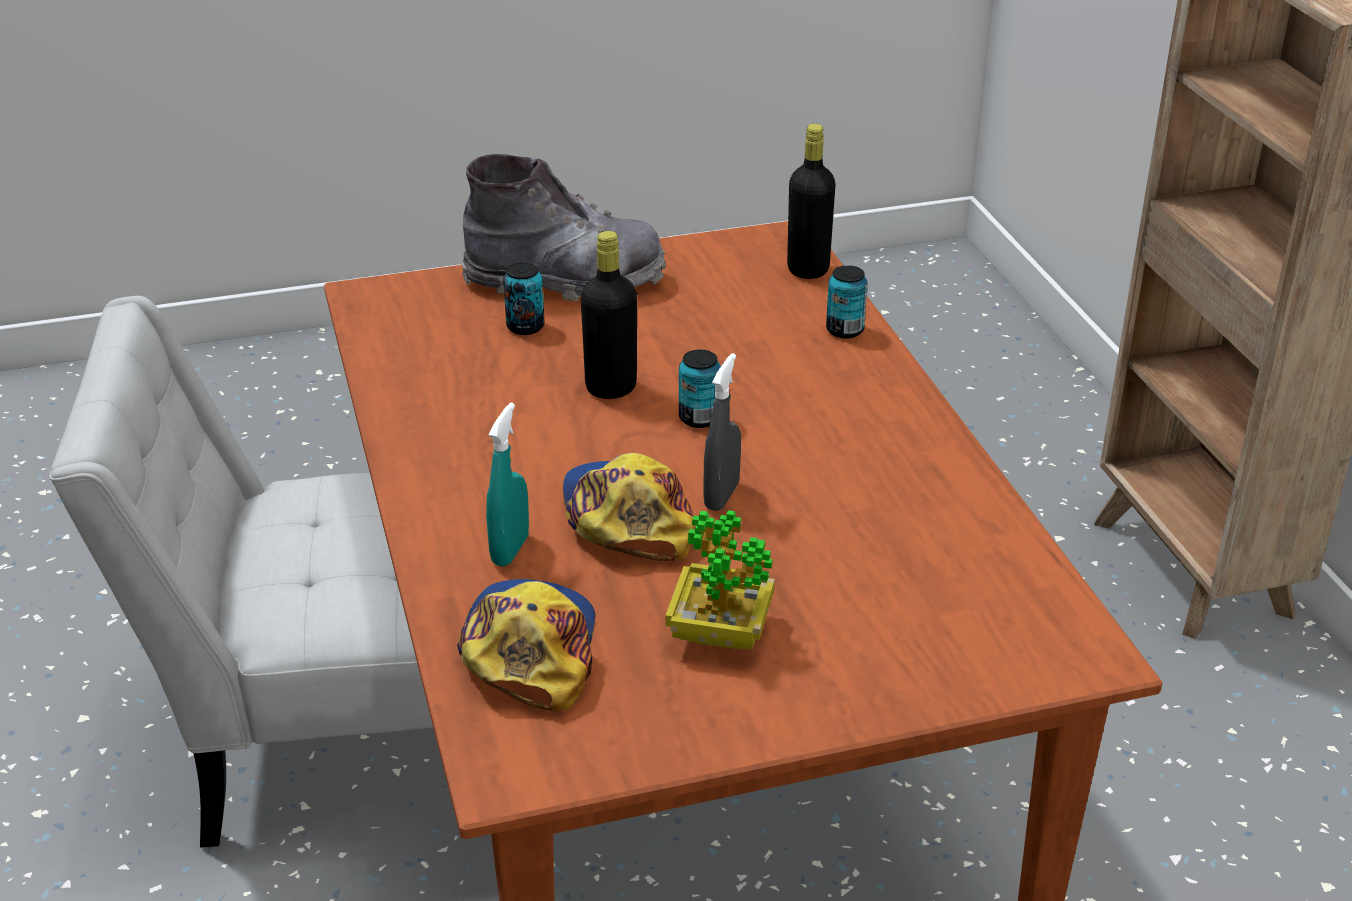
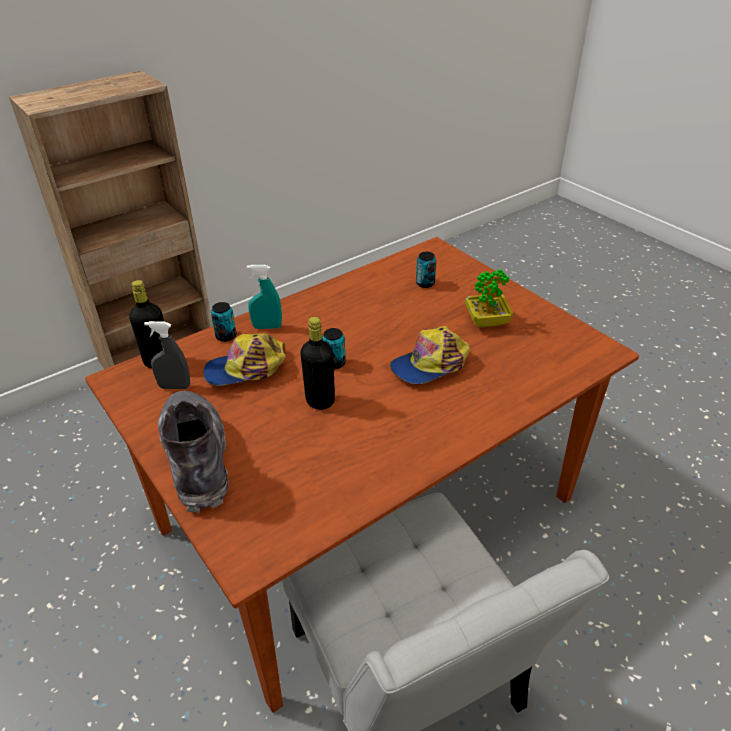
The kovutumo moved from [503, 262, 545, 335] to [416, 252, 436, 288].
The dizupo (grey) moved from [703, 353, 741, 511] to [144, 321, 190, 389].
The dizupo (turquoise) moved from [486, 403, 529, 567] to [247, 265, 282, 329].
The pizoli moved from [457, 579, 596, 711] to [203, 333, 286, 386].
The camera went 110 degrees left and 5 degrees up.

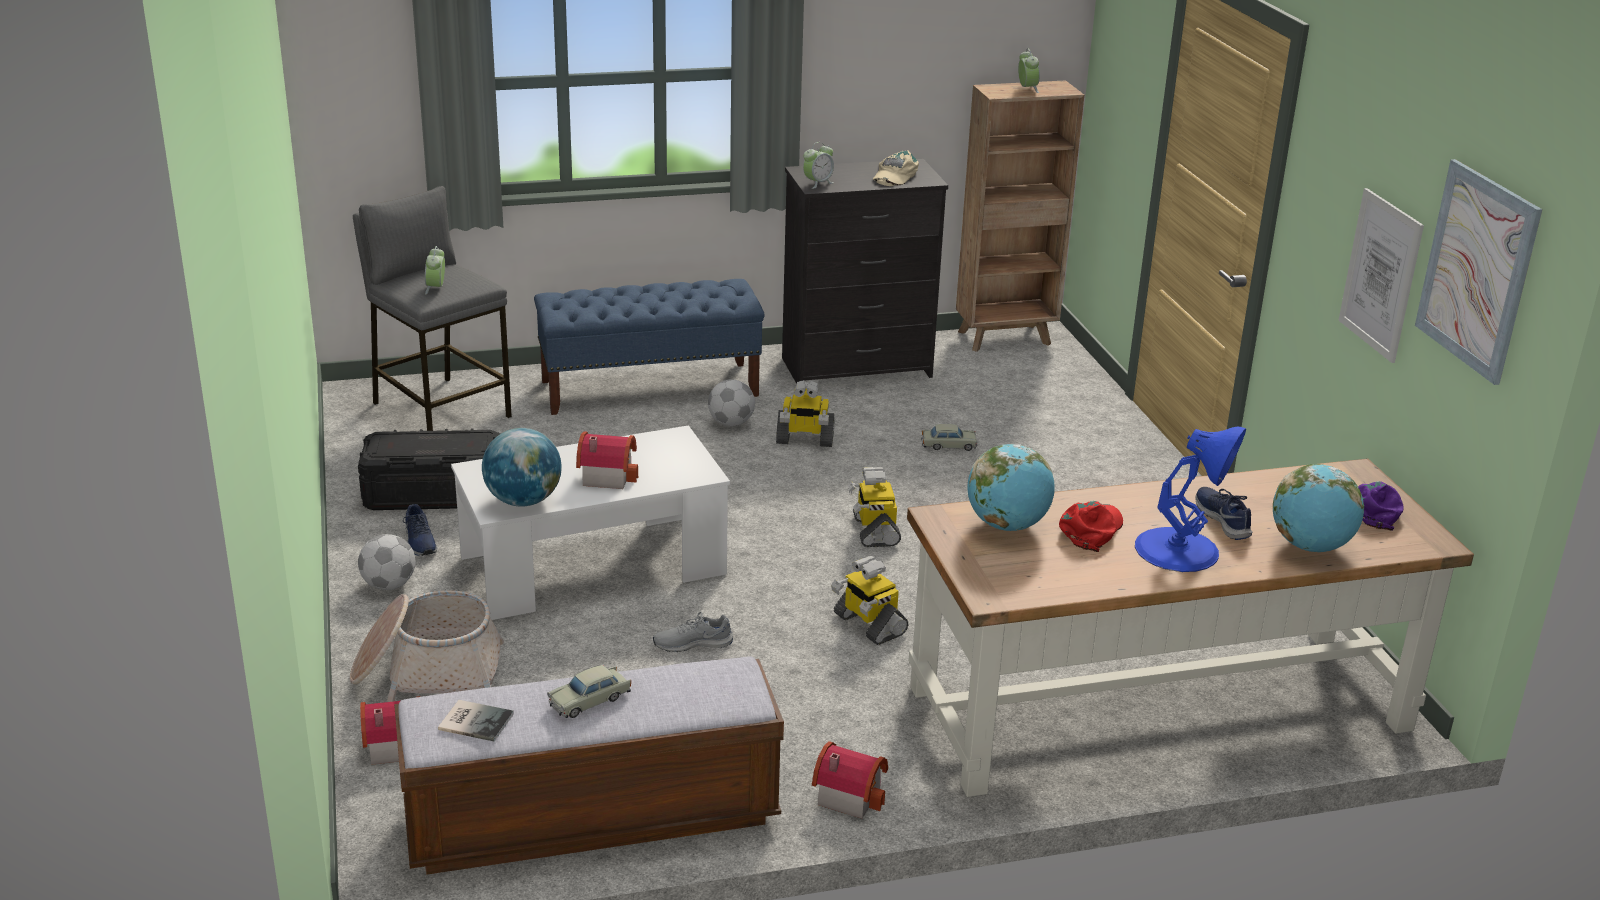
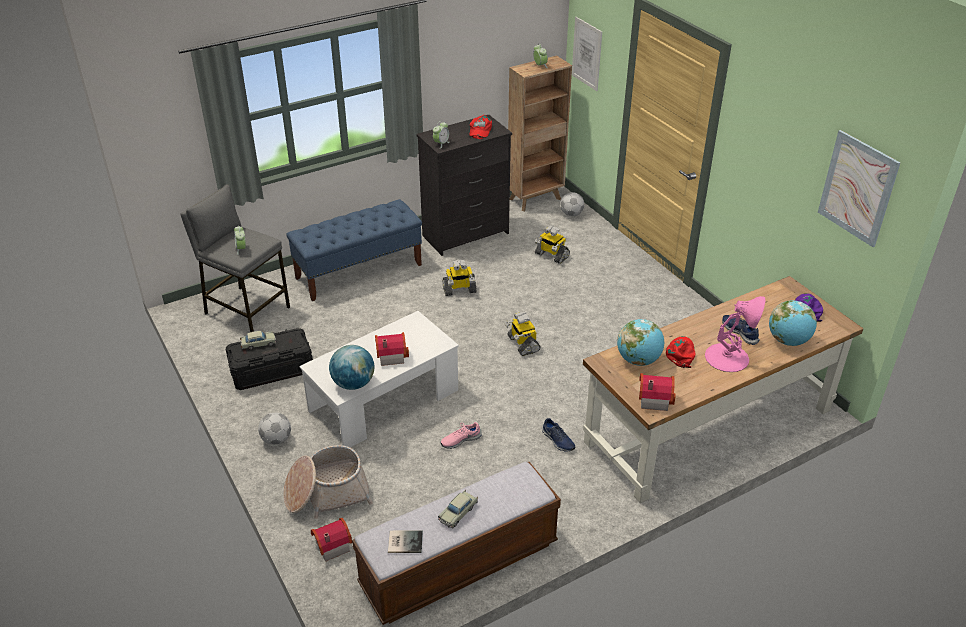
The pizoli (beige) at [872, 150, 919, 186] became the pizoli (red) at [469, 115, 492, 139].
The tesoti moved from [1338, 188, 1424, 363] to [572, 17, 602, 91].
The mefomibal moved from [708, 379, 755, 426] to [560, 192, 584, 216].
The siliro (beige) moved from [921, 424, 977, 451] to [240, 331, 276, 350].
The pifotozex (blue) at [1135, 427, 1246, 572] became the pifotozex (pink) at [705, 296, 765, 372].
The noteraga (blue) moved from [403, 504, 437, 556] to [542, 418, 576, 452].
The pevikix moved from [831, 556, 909, 645] to [535, 225, 570, 264].
The noteraga (grey) at [653, 612, 733, 652] became the noteraga (pink) at [441, 422, 482, 449].
The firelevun moved from [812, 741, 888, 818] to [639, 373, 675, 411].
The camera went 15 degrees left and 10 degrees up.

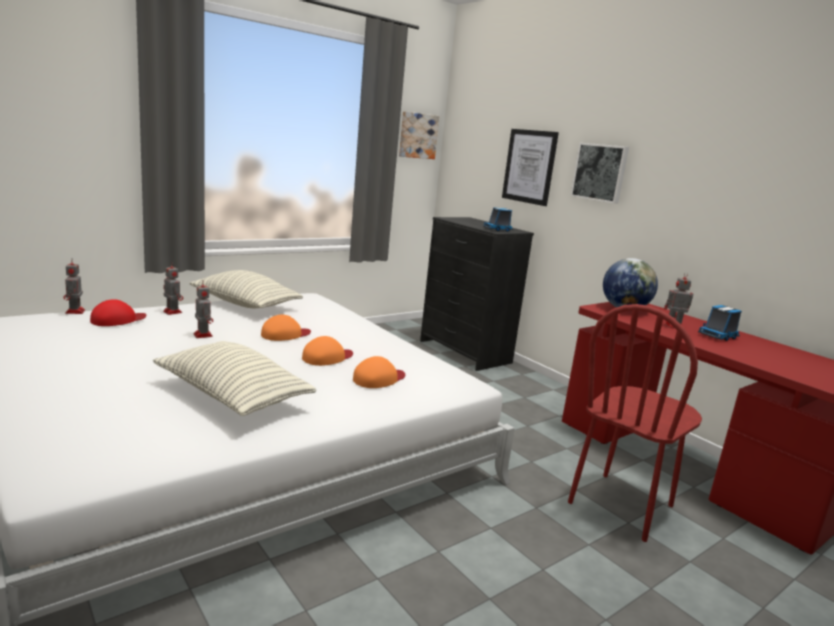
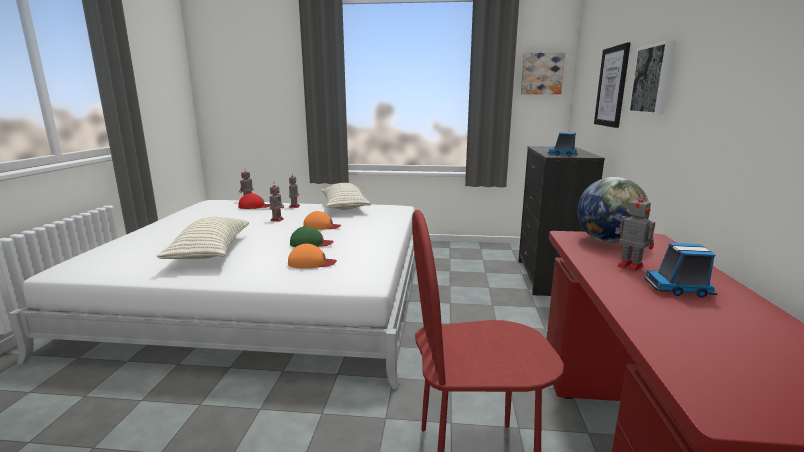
The pizoli (orange) at [302, 336, 353, 366] became the pizoli (green) at [290, 226, 334, 247].
The camera went 45 degrees right and 0 degrees up.

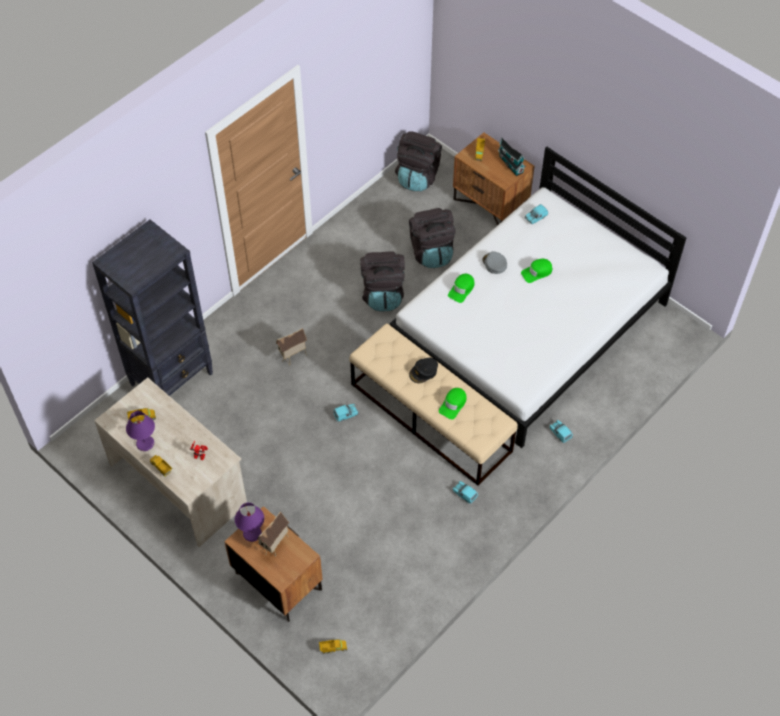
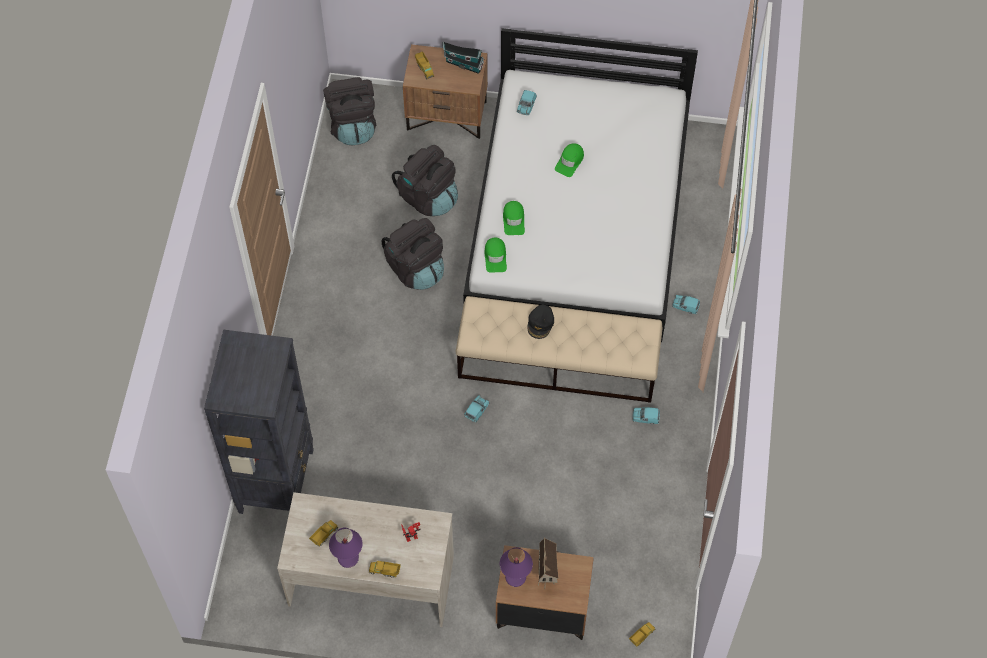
The pizoli (grey) at [482, 251, 507, 274] disappeared.
The firelevun at [276, 328, 307, 365] disappeared.
The pizoli (green) moved from [439, 388, 467, 420] to [485, 237, 507, 273].
The camera went 35 degrees left and 5 degrees up.

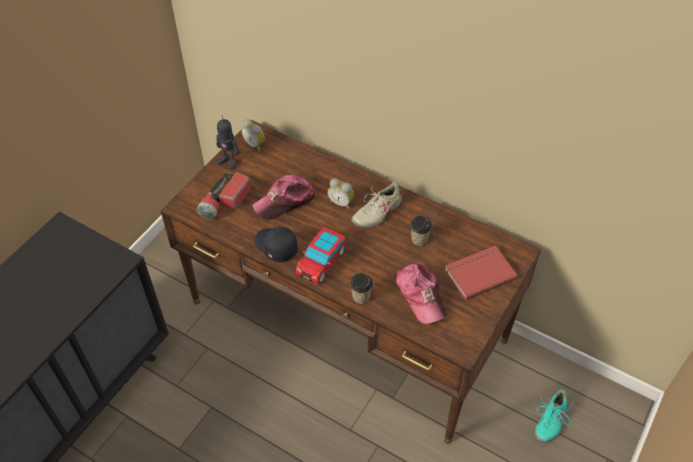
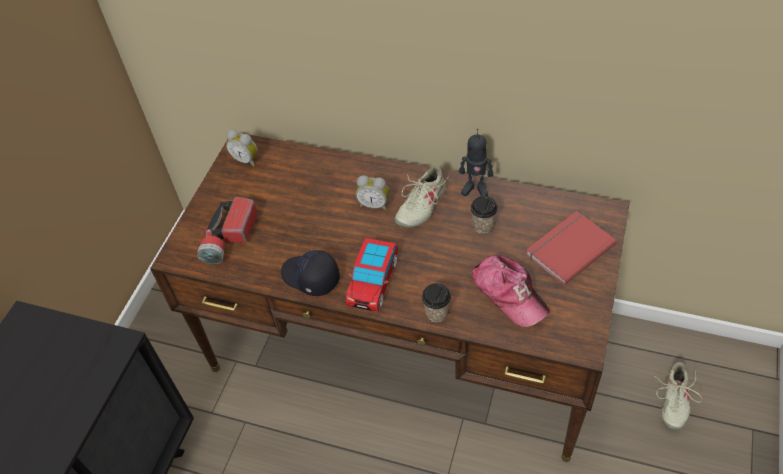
The pevikix moved from [216, 115, 240, 169] to [459, 129, 493, 196].
The pizoli at [252, 175, 316, 220] disappeared.
The noteraga (turquoise) at [535, 389, 574, 443] became the noteraga (beige) at [654, 362, 702, 431].
The camera went 10 degrees left and 0 degrees up.

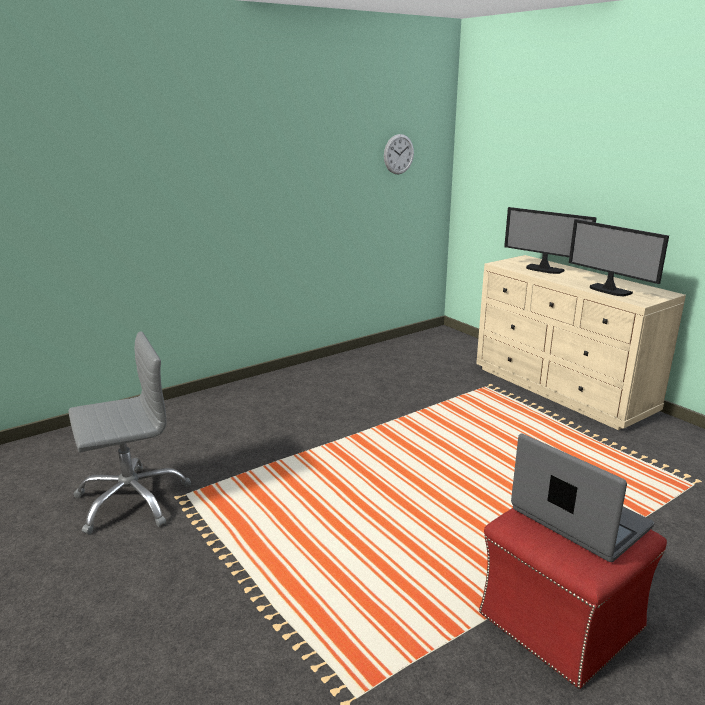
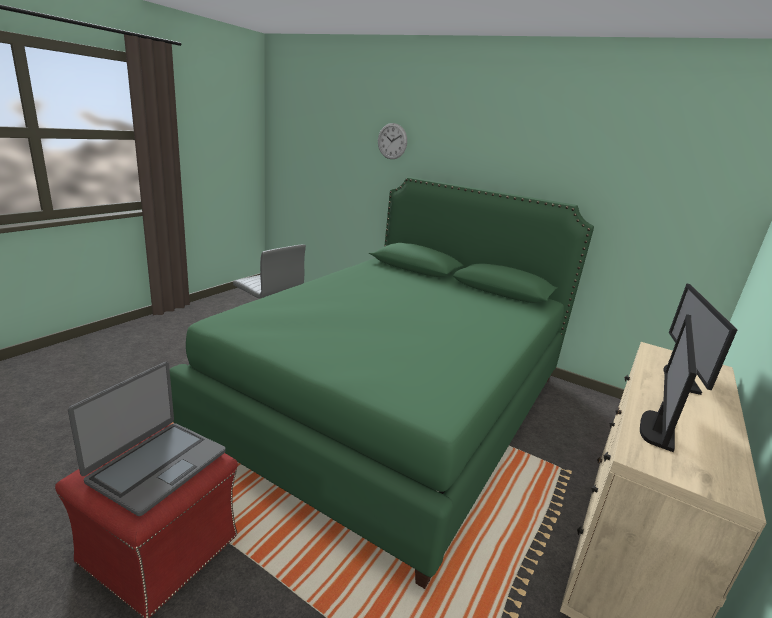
The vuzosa moved from [384, 134, 414, 174] to [378, 123, 407, 159].
The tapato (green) at [169, 177, 594, 589] appeared.
The camera went 65 degrees right and 0 degrees up.

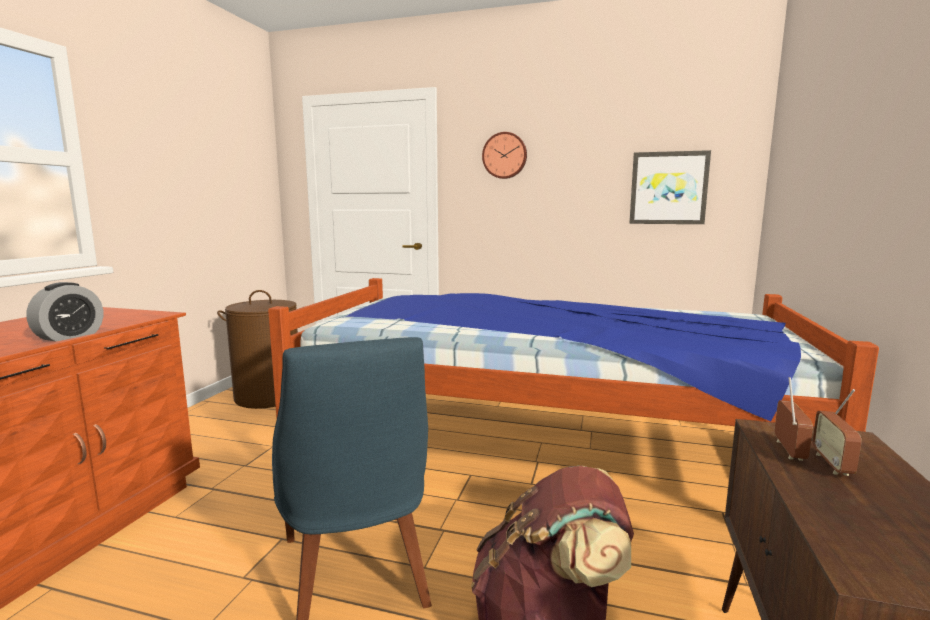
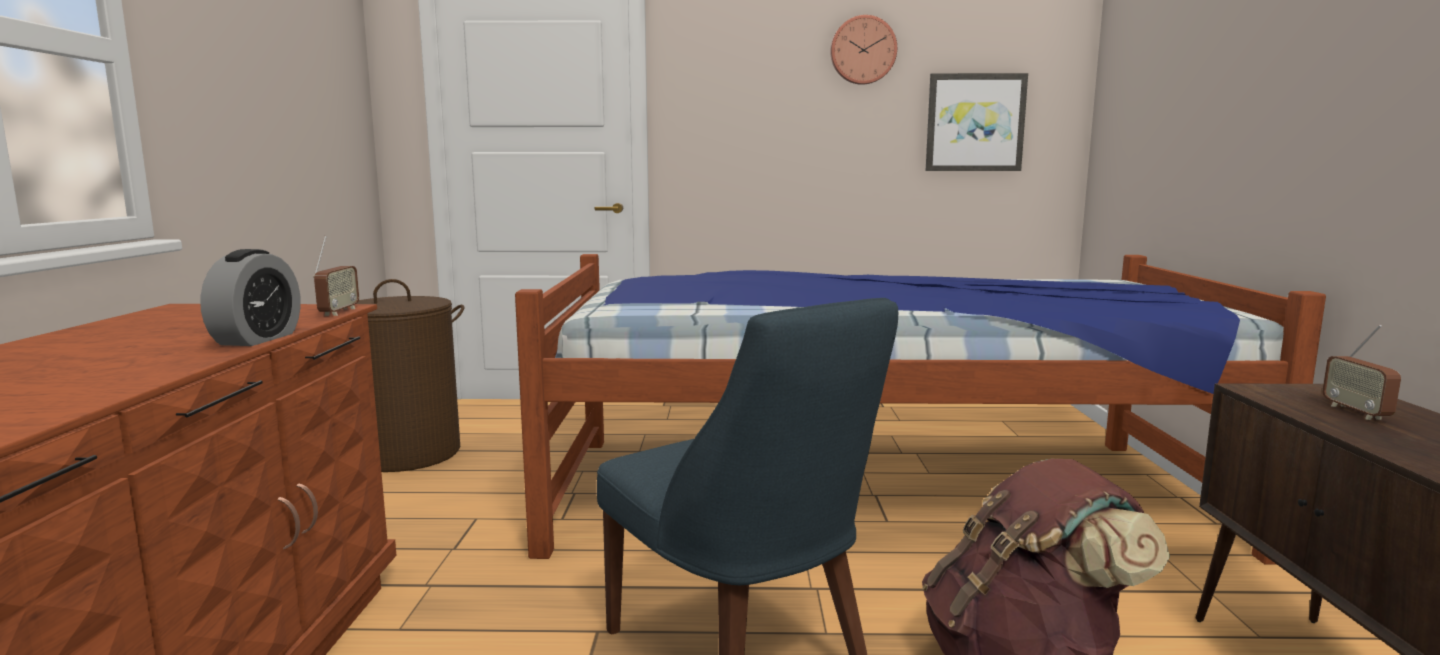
The vuzosa moved from [482, 132, 527, 179] to [830, 15, 897, 85].
The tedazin moved from [775, 377, 813, 461] to [313, 236, 359, 316].
The camera went 15 degrees left and 0 degrees up.

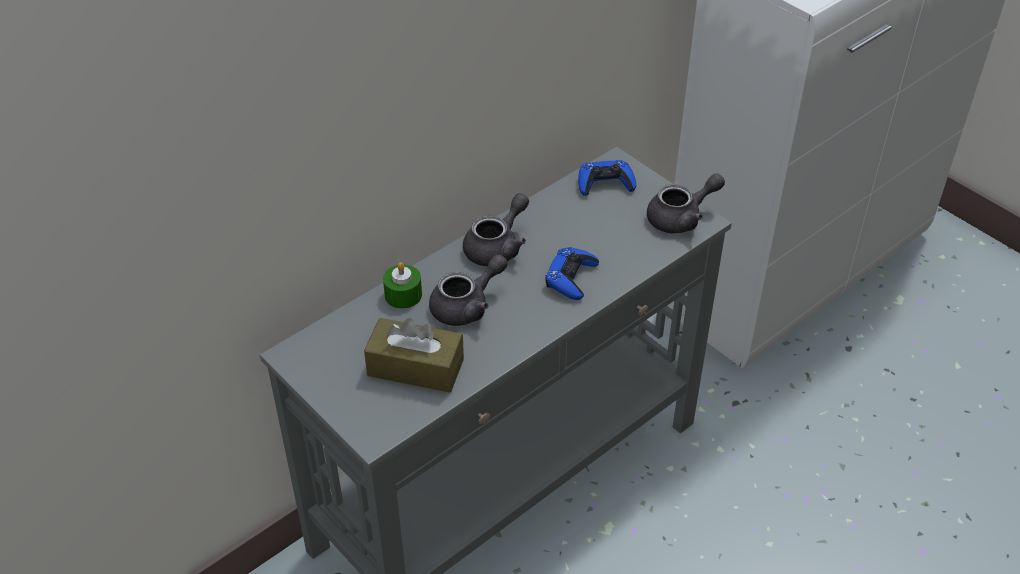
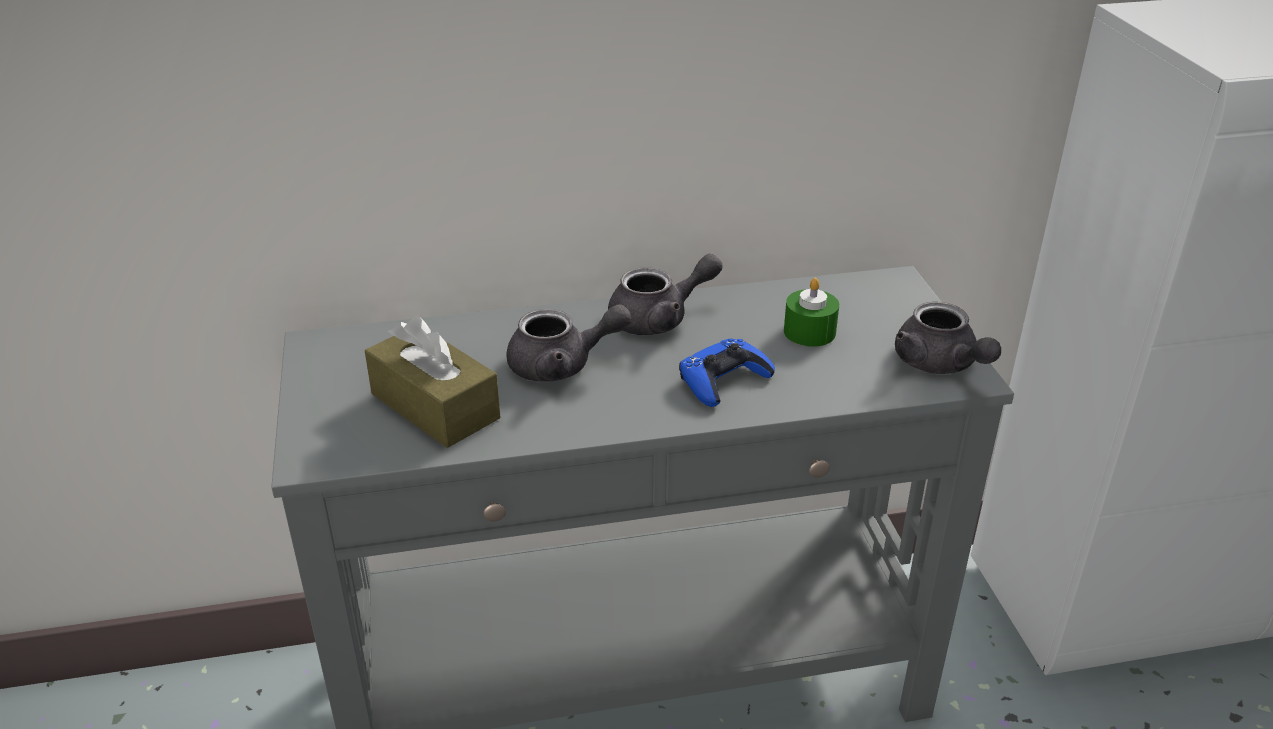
The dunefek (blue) at [578, 160, 636, 196] disappeared.
The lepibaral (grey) at [647, 173, 725, 233] turned 60 degrees clockwise.
The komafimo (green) moved from [383, 262, 422, 309] to [784, 278, 839, 347].
The camera went 30 degrees right and 10 degrees down.

